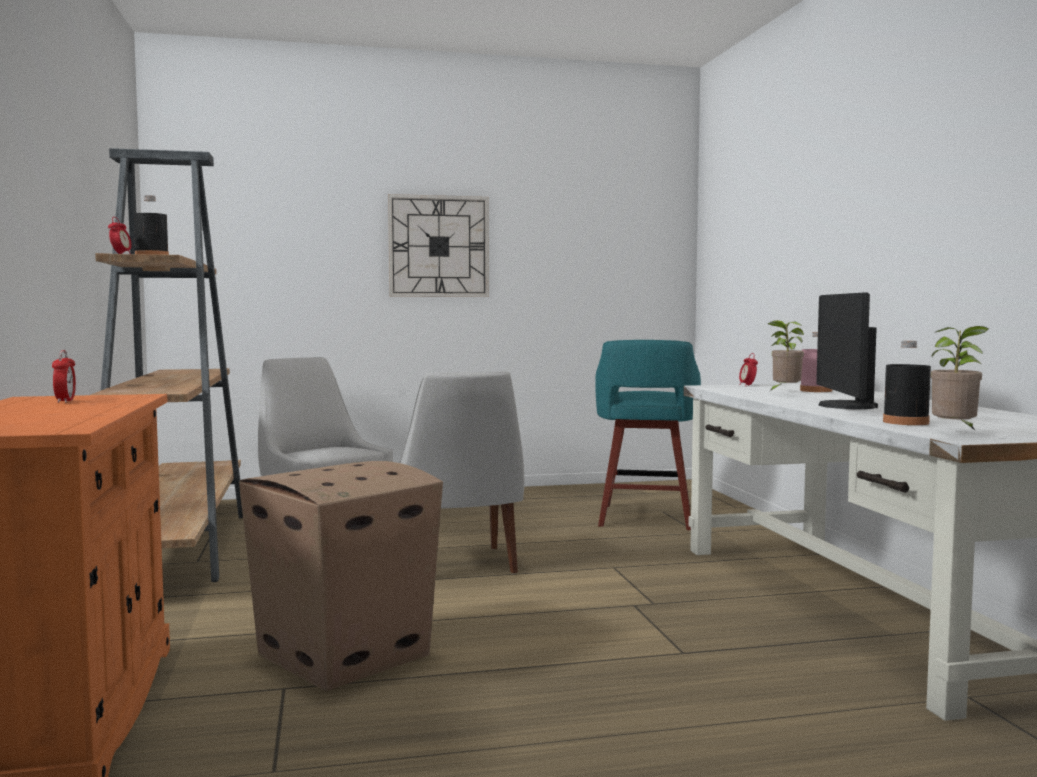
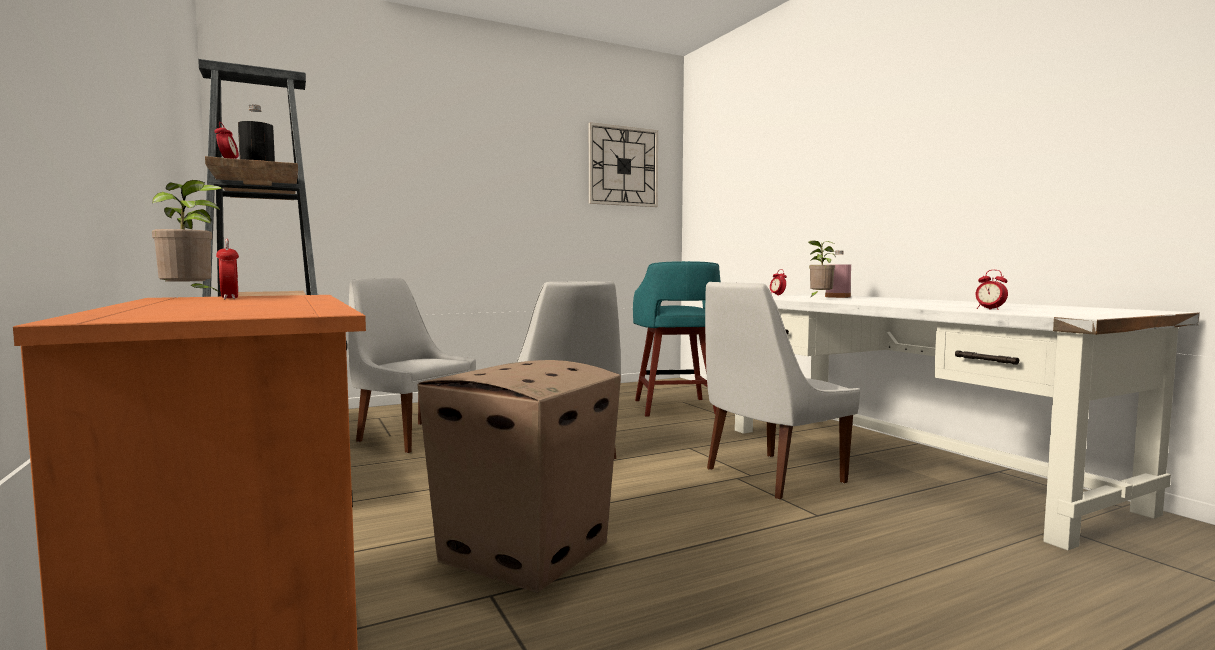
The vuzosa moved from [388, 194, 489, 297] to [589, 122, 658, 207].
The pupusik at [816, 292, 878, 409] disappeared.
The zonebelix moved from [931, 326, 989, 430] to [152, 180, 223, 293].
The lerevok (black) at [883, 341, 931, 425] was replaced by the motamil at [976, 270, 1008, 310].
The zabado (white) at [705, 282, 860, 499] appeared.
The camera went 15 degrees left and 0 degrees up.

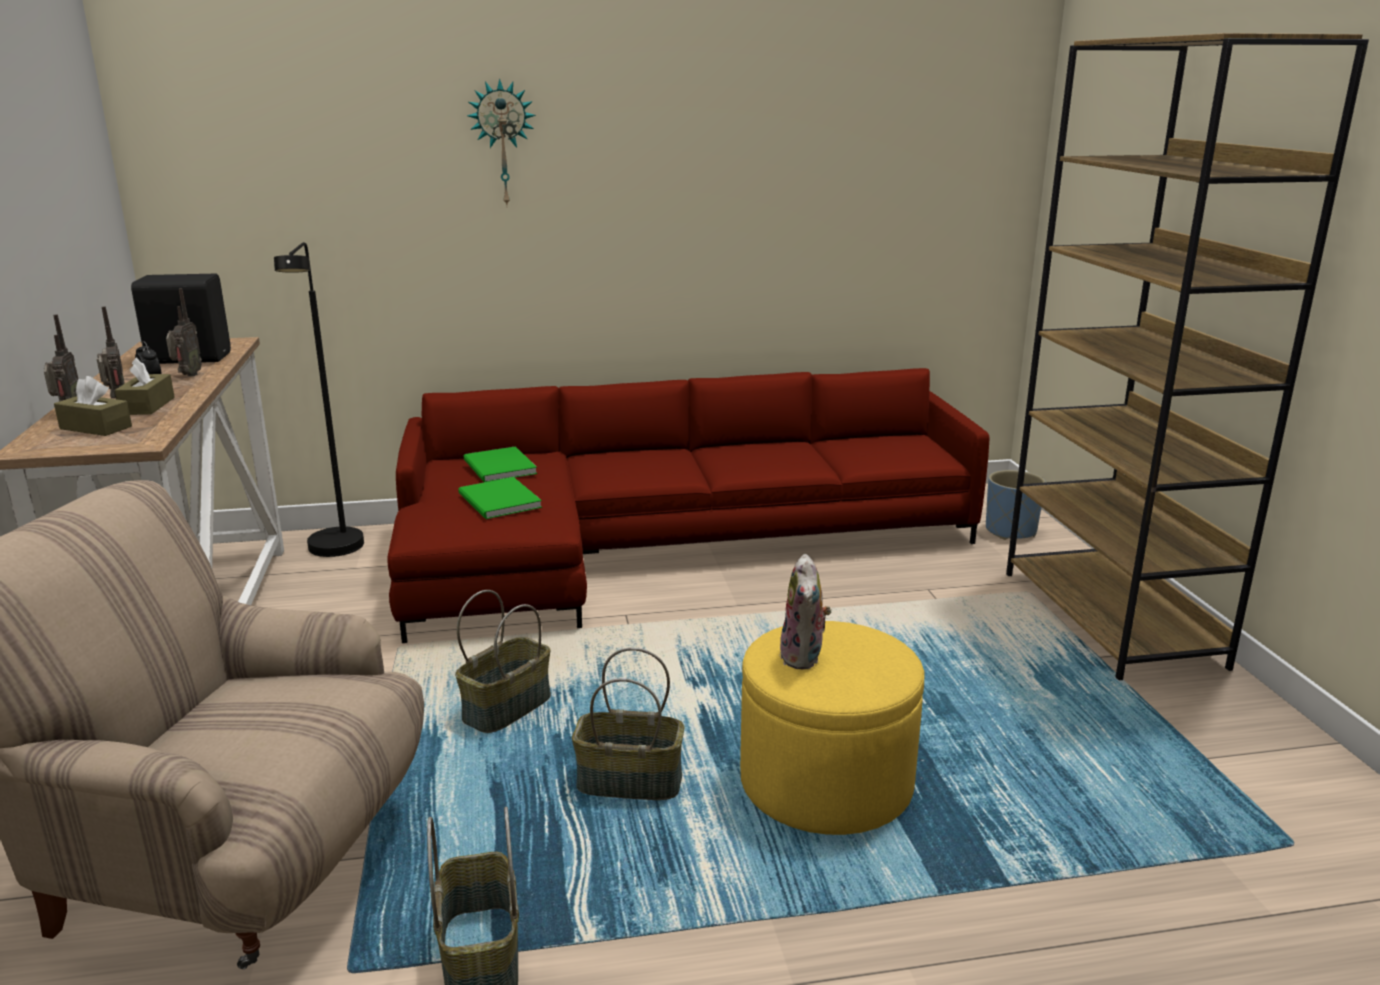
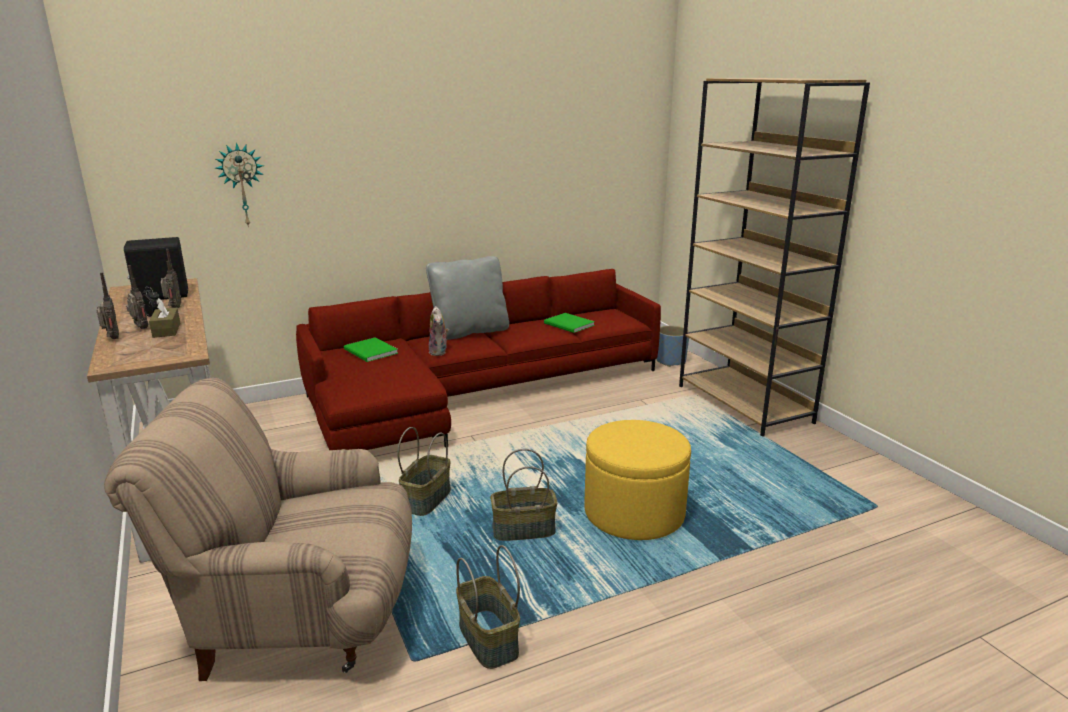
The vuzosa moved from [467, 78, 536, 205] to [215, 143, 264, 227].
The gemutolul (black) at [274, 242, 364, 557] disappeared.
The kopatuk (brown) at [54, 376, 132, 436] disappeared.
The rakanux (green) moved from [458, 477, 542, 519] to [544, 313, 595, 333].
The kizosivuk moved from [780, 554, 832, 670] to [429, 306, 449, 356].
The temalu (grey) at [426, 256, 509, 340] appeared.
The camera went 15 degrees left and 0 degrees up.

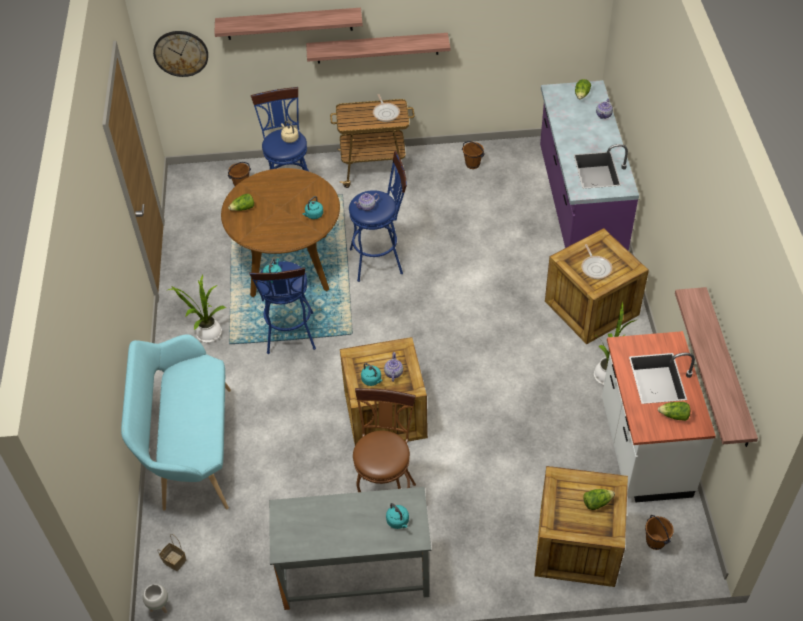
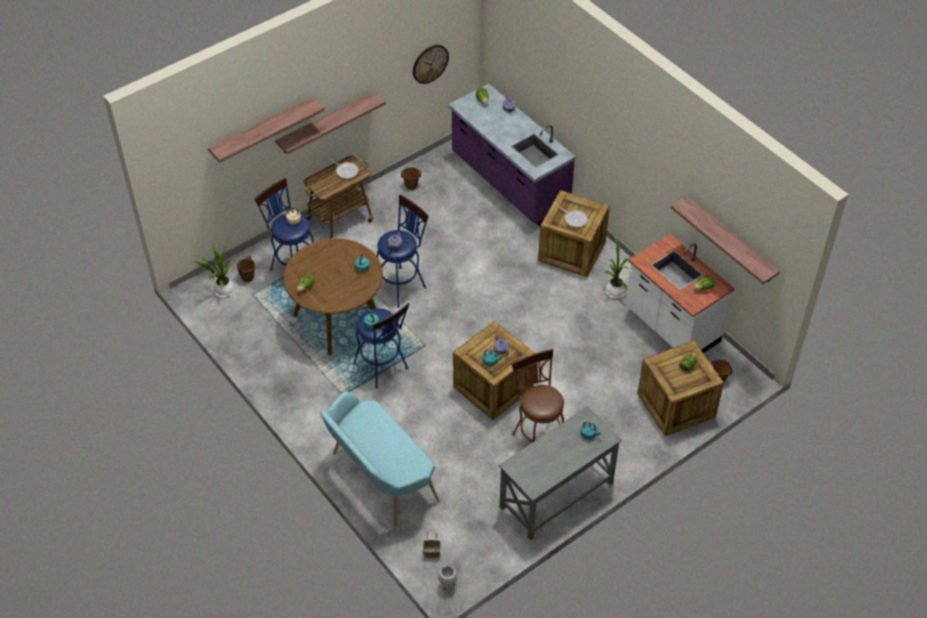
The vuzosa moved from [153, 31, 208, 77] to [413, 45, 449, 84].
The zonebelix moved from [168, 275, 226, 342] to [194, 244, 235, 297].
The camera went 35 degrees left and 0 degrees up.

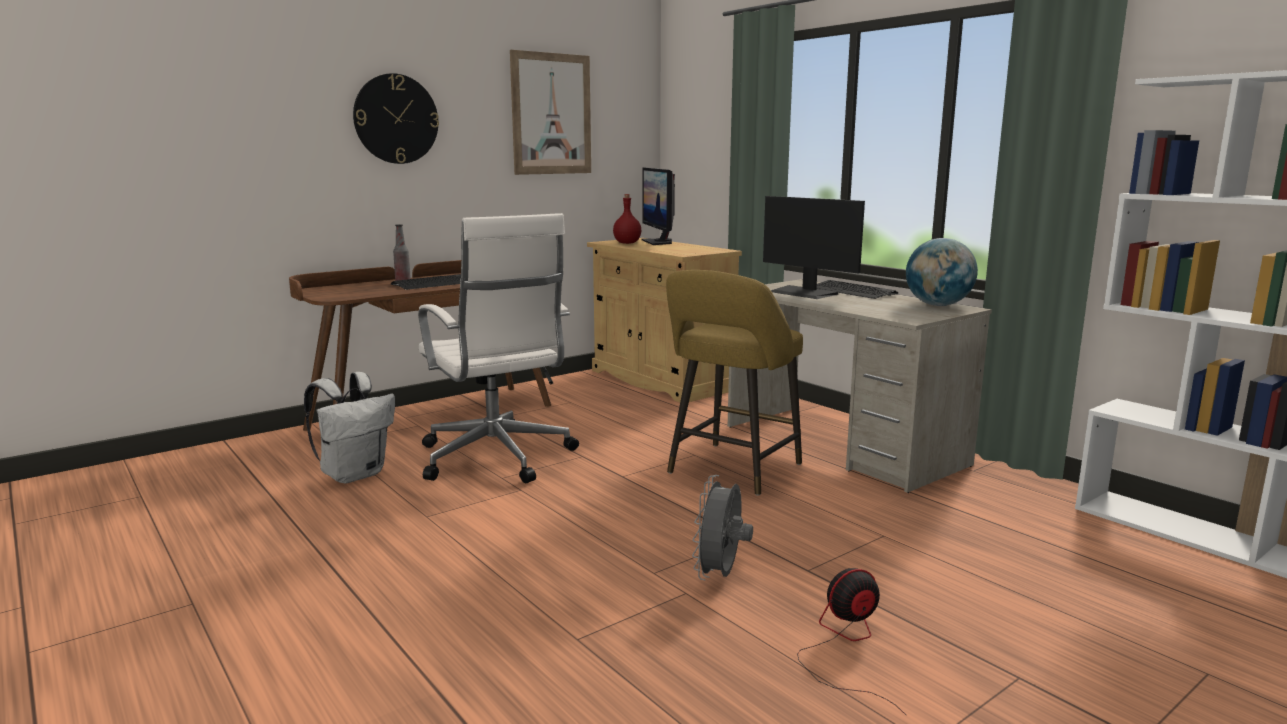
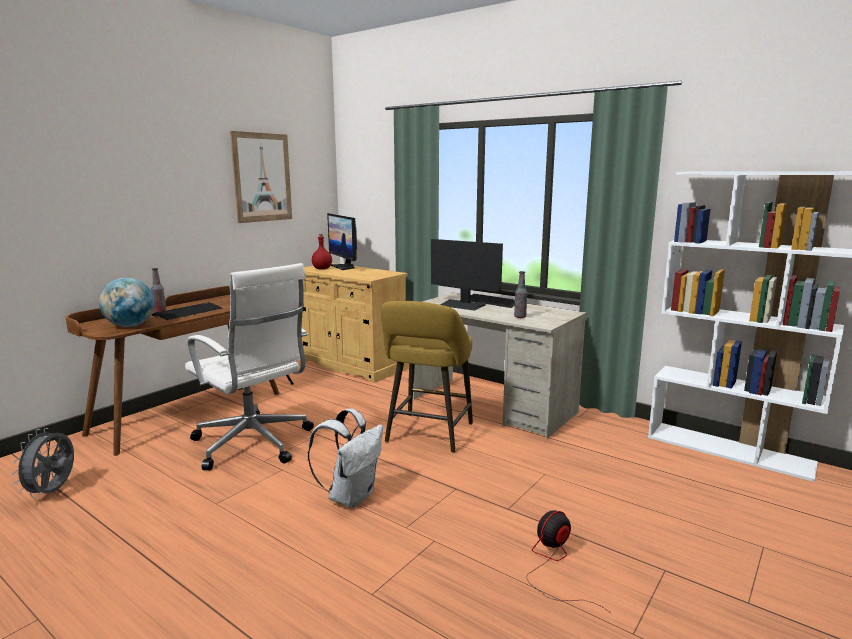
The vuzosa at [353, 73, 439, 164] disappeared.
The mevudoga moved from [906, 238, 978, 306] to [99, 278, 155, 327].
The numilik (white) moved from [304, 372, 395, 484] to [308, 408, 383, 508].
The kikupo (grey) moved from [692, 475, 753, 580] to [12, 428, 74, 497].
The lerevok at [514, 271, 527, 318] appeared.
The camera went 15 degrees left and 0 degrees up.

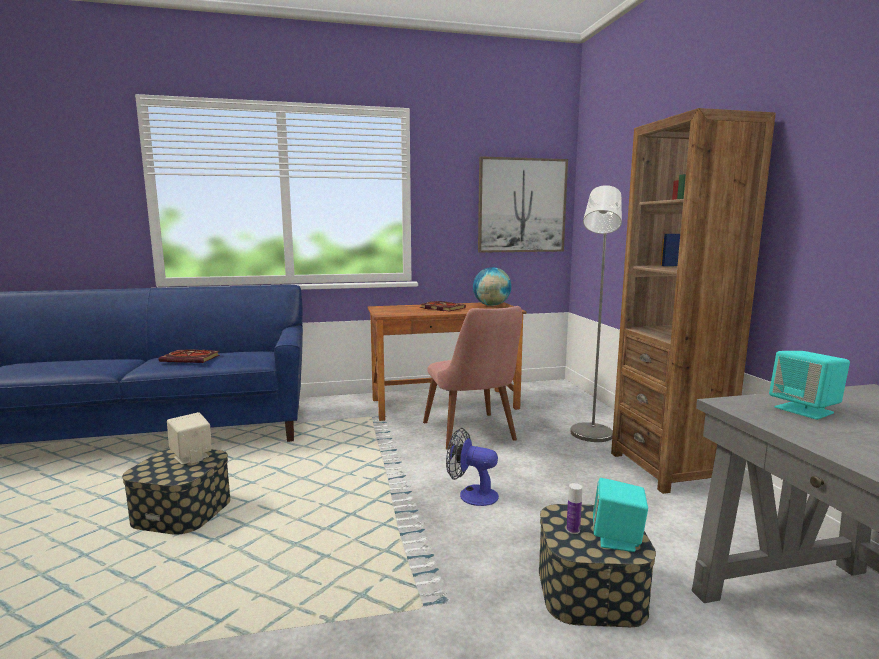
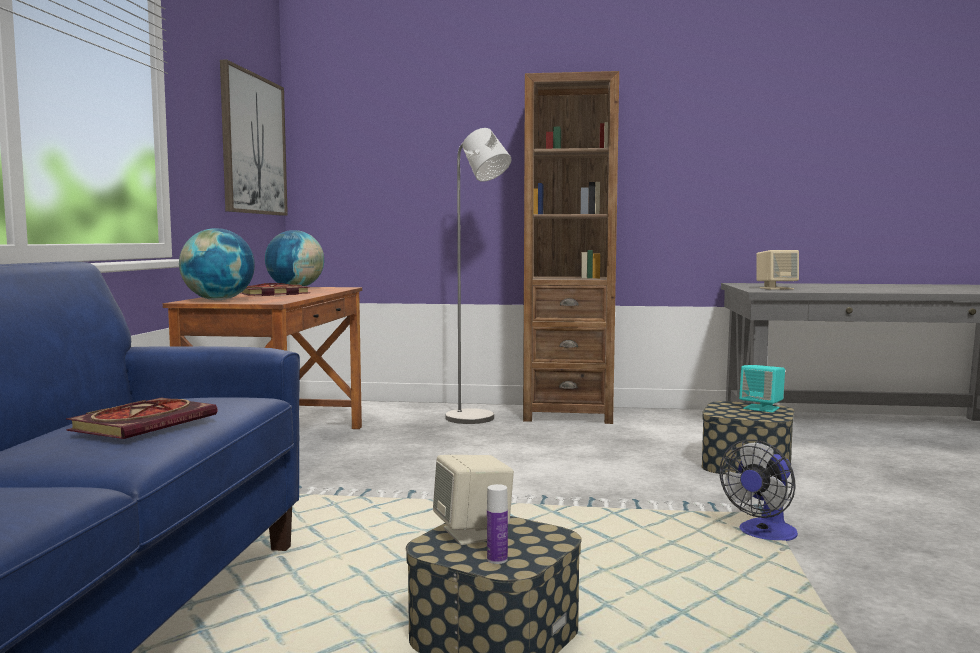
The zabado (pink) at [423, 306, 522, 450] disappeared.
The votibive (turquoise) at [769, 351, 850, 420] became the votibive (beige) at [756, 250, 799, 290].
The kikupo moved from [446, 428, 499, 506] to [720, 439, 798, 541].
The lerevok moved from [566, 483, 582, 534] to [487, 484, 508, 564].
The mevudoga at [179, 228, 255, 300] appeared.
The camera went 70 degrees left and 5 degrees down.

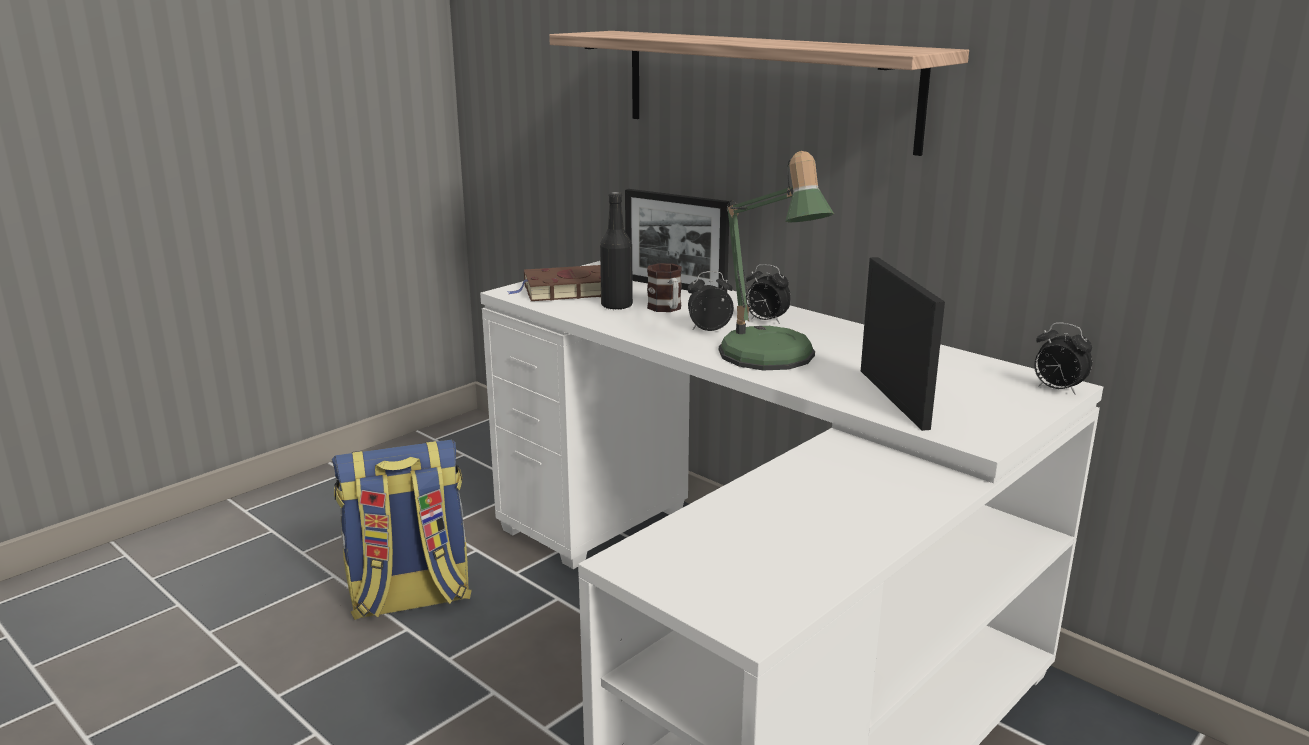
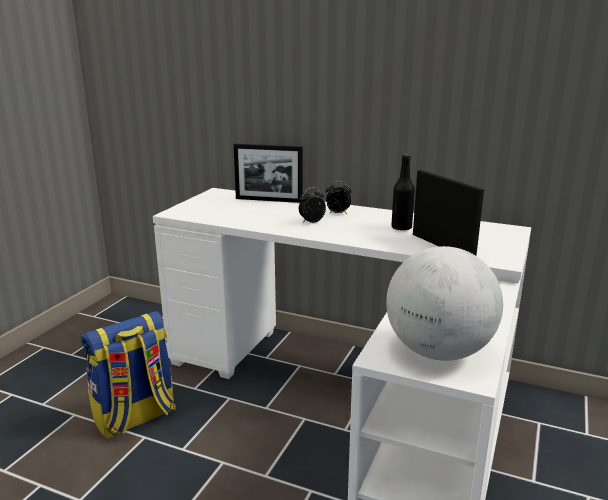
The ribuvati at [549, 31, 969, 156] disappeared.
The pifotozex at [719, 151, 834, 370] disappeared.
The lerevok (black) moved from [600, 192, 633, 310] to [391, 154, 415, 231].
The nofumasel at [647, 263, 682, 312] disappeared.
The rakanux (brown) at [509, 265, 601, 301] disappeared.
The motamil at [1034, 322, 1092, 395] disappeared.
The mevudoga at [386, 246, 503, 361] appeared.
The camera went 20 degrees left and 0 degrees up.

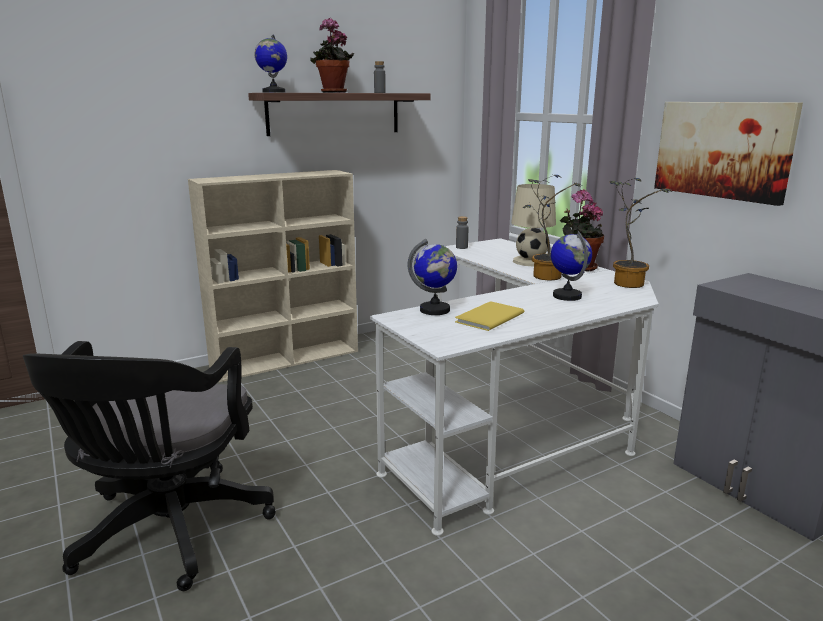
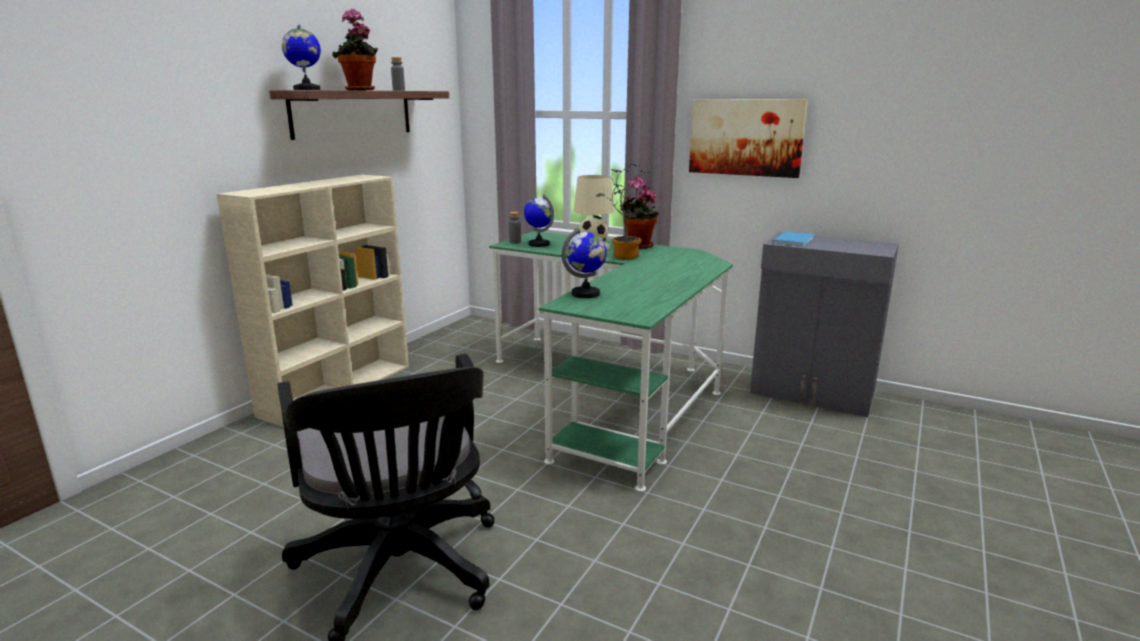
The zonebelix at [610, 177, 672, 288] disappeared.
The mevudoga moved from [551, 231, 592, 301] to [524, 194, 554, 247].
The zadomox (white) at [370, 238, 659, 536] became the zadomox (green) at [489, 231, 733, 492].
The rakanux (yellow) at [455, 302, 524, 331] disappeared.
The rakanux (blue) at [772, 231, 815, 247] appeared.
The camera went 30 degrees left and 0 degrees up.

